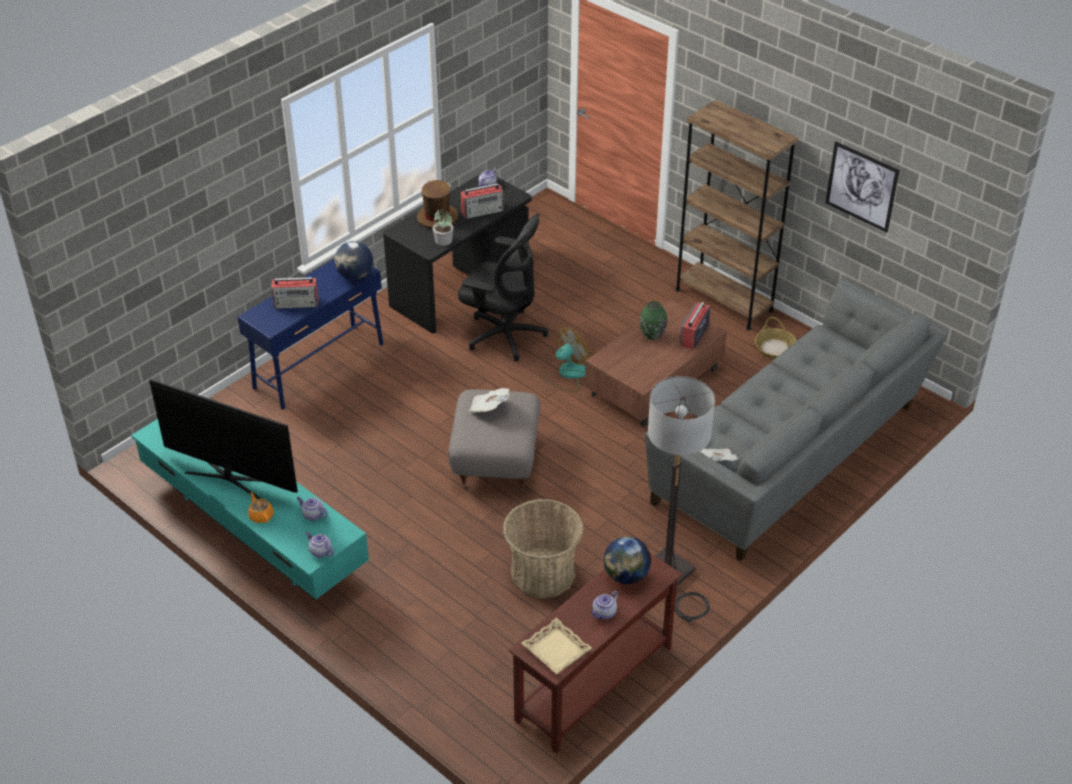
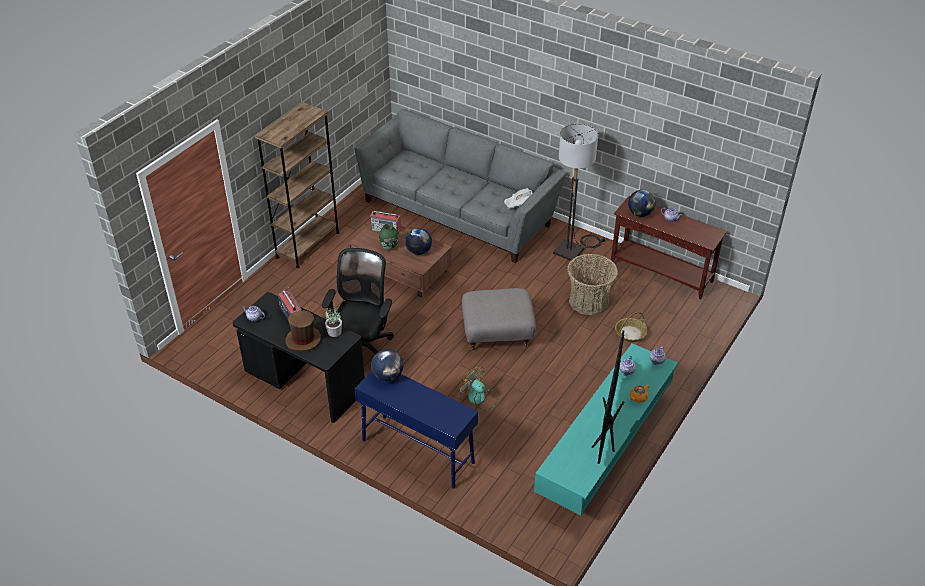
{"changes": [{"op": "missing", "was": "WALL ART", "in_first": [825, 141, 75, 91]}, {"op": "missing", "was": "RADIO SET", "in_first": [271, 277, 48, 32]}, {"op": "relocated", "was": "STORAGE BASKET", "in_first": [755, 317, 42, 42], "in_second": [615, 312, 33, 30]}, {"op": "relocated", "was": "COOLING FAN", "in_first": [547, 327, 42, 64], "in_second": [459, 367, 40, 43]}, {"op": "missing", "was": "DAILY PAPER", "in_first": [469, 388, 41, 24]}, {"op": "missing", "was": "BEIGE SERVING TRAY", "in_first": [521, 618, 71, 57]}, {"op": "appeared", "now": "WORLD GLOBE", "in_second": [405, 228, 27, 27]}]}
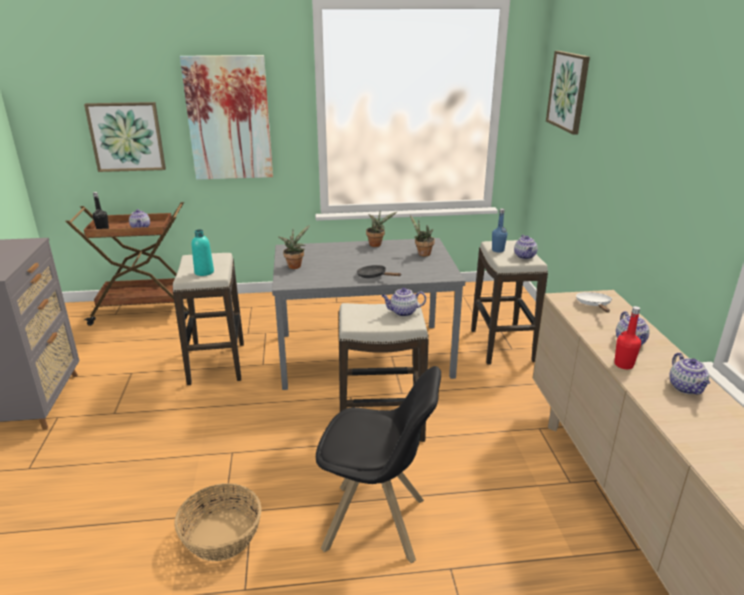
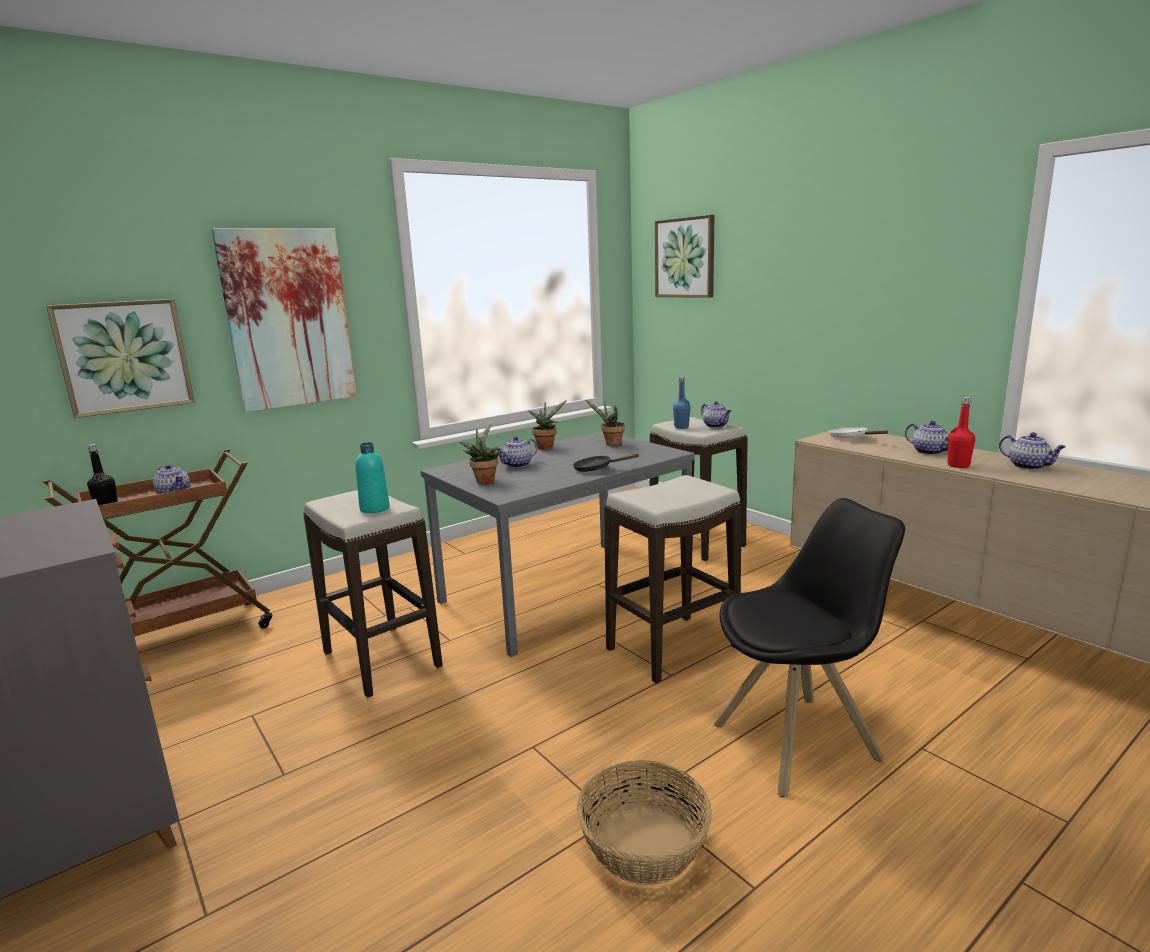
{"changes": [{"op": "relocated", "was": "TEAPOT", "in_first": [382, 288, 44, 29], "in_second": [497, 437, 41, 31]}]}
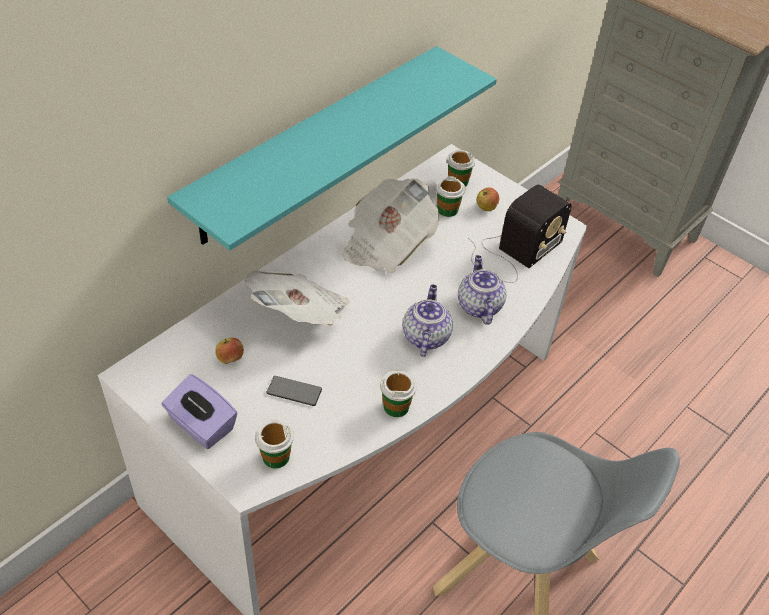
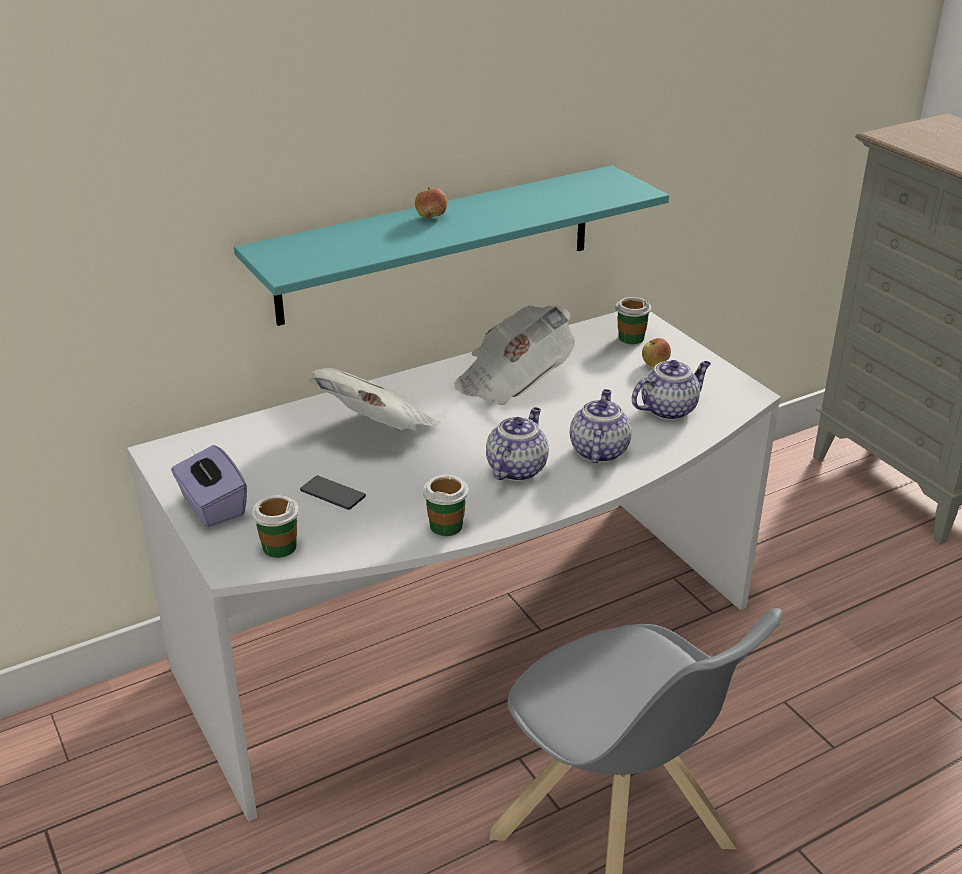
{"changes": [{"op": "missing", "was": "CUP", "in_first": [436, 176, 30, 41]}, {"op": "exchanged", "was": "RADIO SET", "now": "TEAPOT", "in_first": [468, 184, 103, 99], "in_second": [632, 360, 79, 60]}, {"op": "relocated", "was": "WHOLE APPLE", "in_first": [215, 338, 29, 26], "in_second": [415, 187, 32, 31]}]}
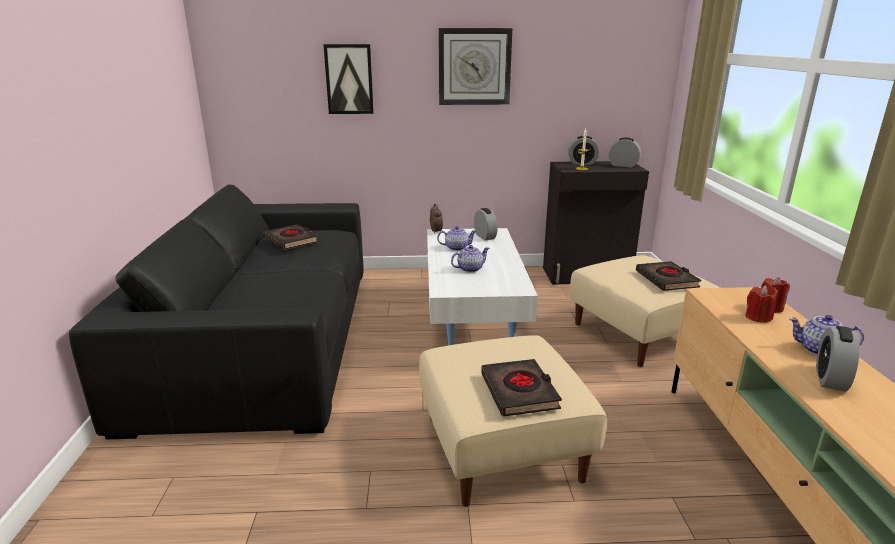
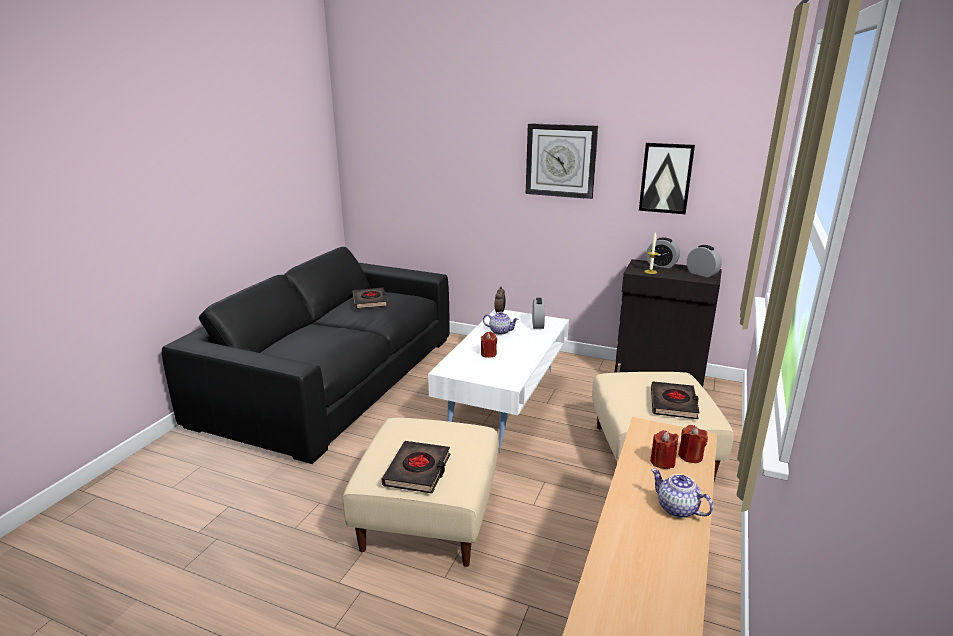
{"changes": [{"op": "relocated", "was": "WALL ART", "in_first": [323, 44, 51, 70], "in_second": [639, 143, 56, 71]}, {"op": "exchanged", "was": "TEAPOT", "now": "RED-COLOURED WAX CANDLE", "in_first": [451, 245, 38, 27], "in_second": [481, 332, 16, 26]}, {"op": "missing", "was": "ALARM CLOCK", "in_first": [816, 326, 44, 66]}]}
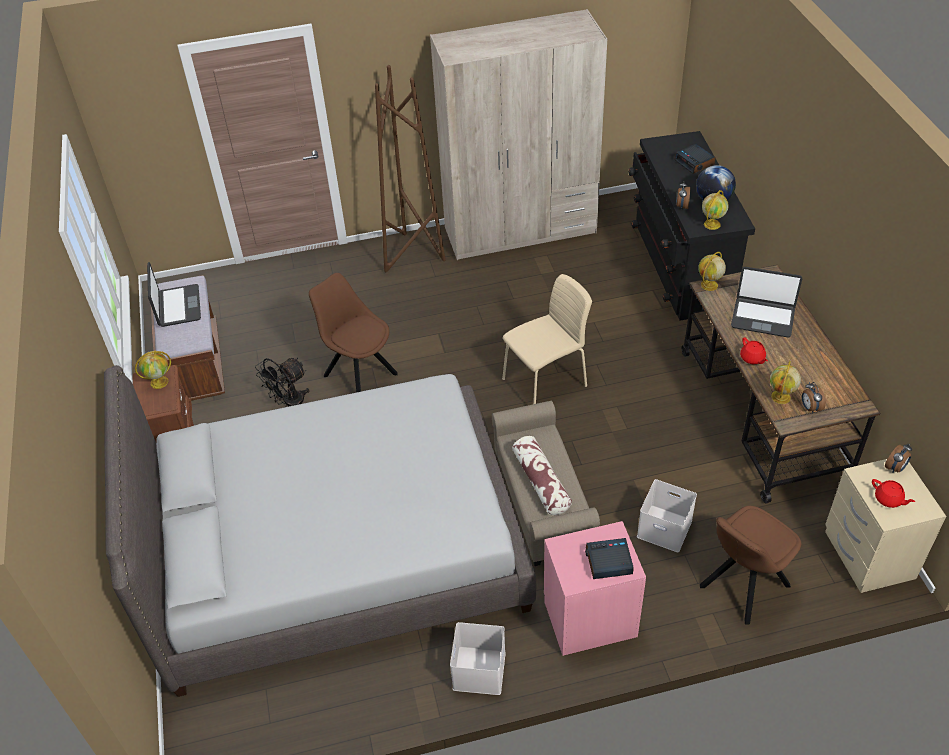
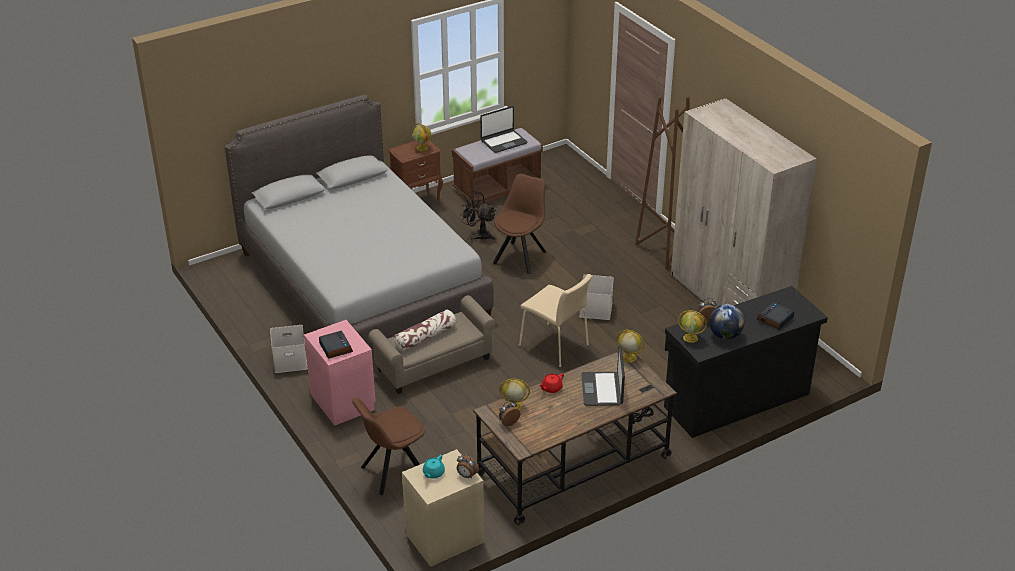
{"changes": [{"op": "relocated", "was": "WHITE-COLOURED STORAGE BIN", "in_first": [637, 479, 60, 73], "in_second": [579, 274, 35, 46]}, {"op": "colour", "was": "RED-COLOURED TEAPOT", "now": "TURQUOISE TEAPOT", "in_first": [872, 479, 43, 29], "in_second": [423, 455, 22, 24]}, {"op": "spun", "was": "BROWN CHAIR", "in_first": [700, 506, 101, 118], "in_second": [352, 398, 73, 97], "clockwise": -60}]}
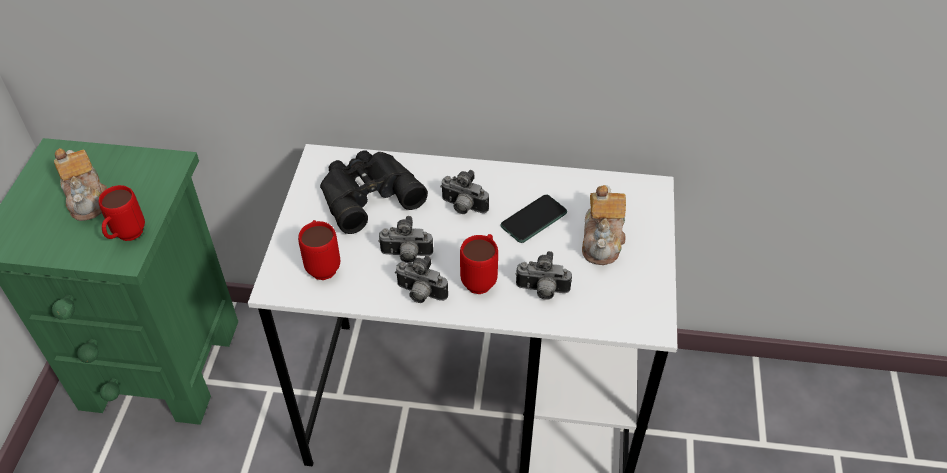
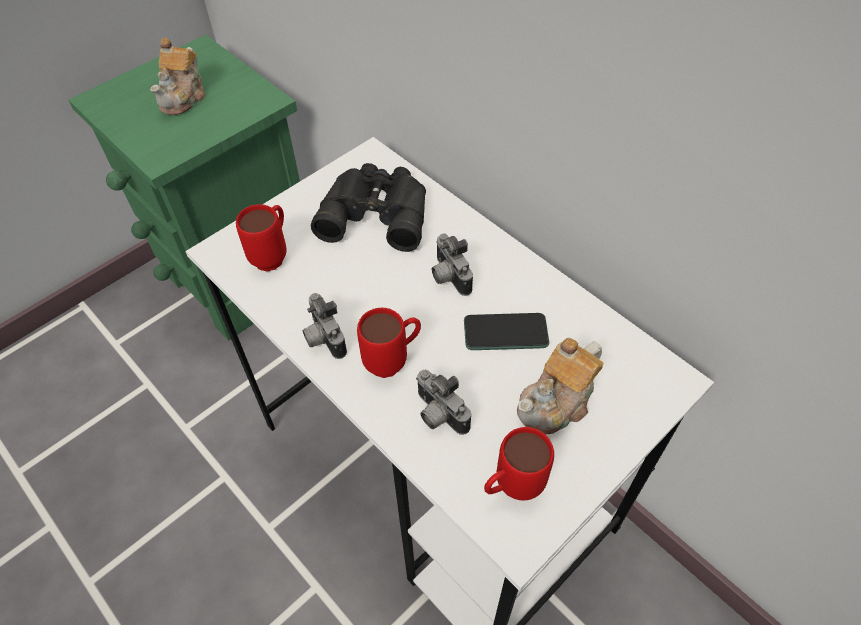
{"changes": [{"op": "relocated", "was": "RED-COLOURED COFFEE MUG", "in_first": [99, 185, 46, 56], "in_second": [484, 427, 70, 73]}, {"op": "missing", "was": "STILL CAMERA", "in_first": [378, 216, 55, 47]}]}
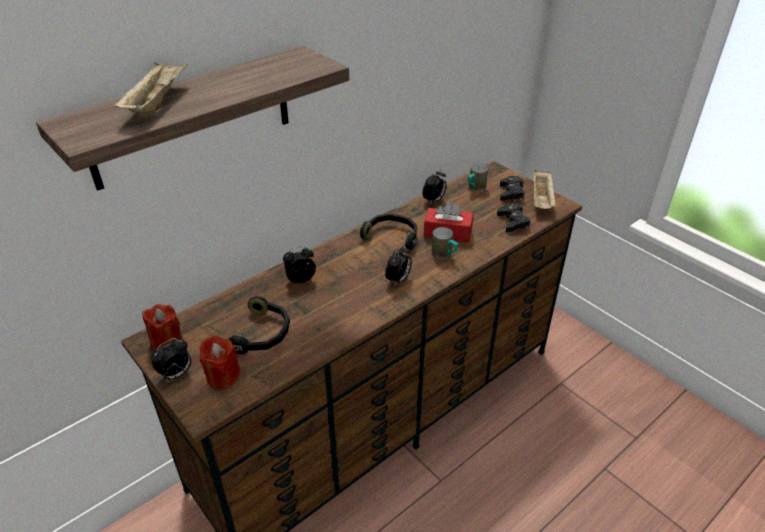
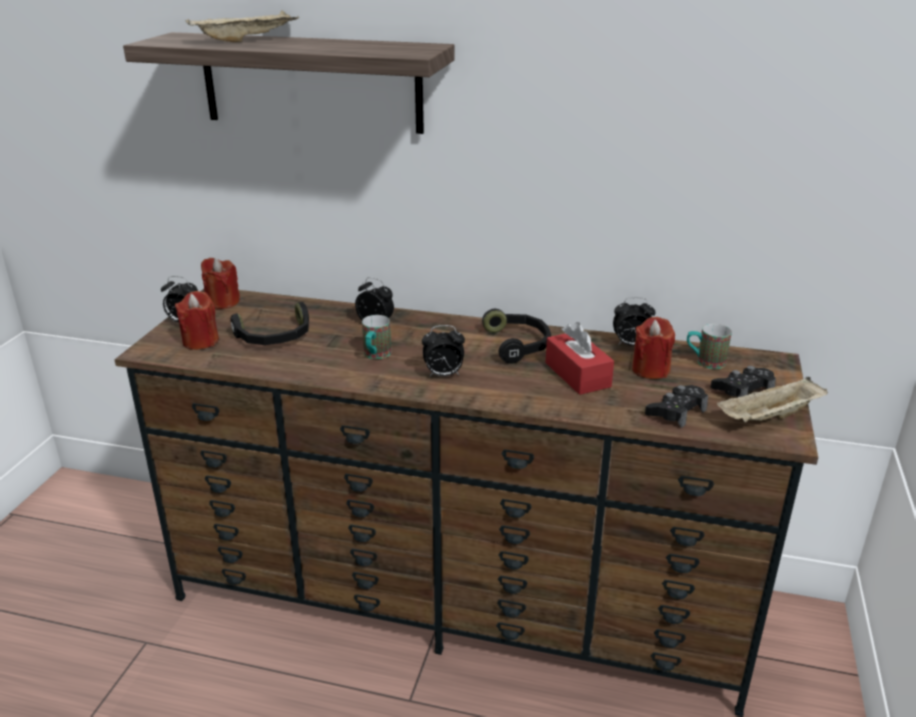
{"changes": [{"op": "relocated", "was": "COFFEE MUG", "in_first": [431, 227, 27, 33], "in_second": [362, 315, 29, 44]}, {"op": "appeared", "now": "RED-COLOURED WAX CANDLE", "in_second": [632, 317, 43, 62]}]}
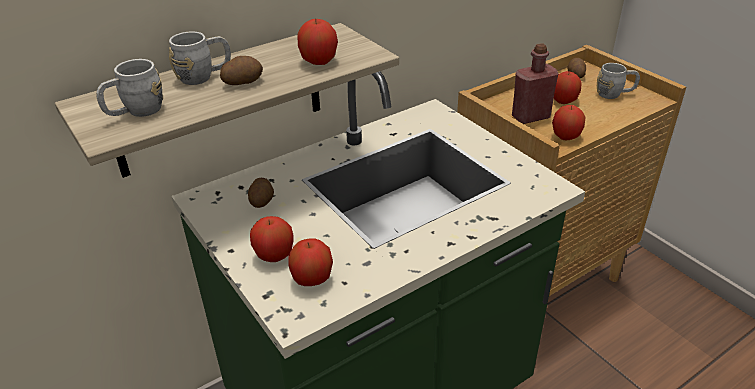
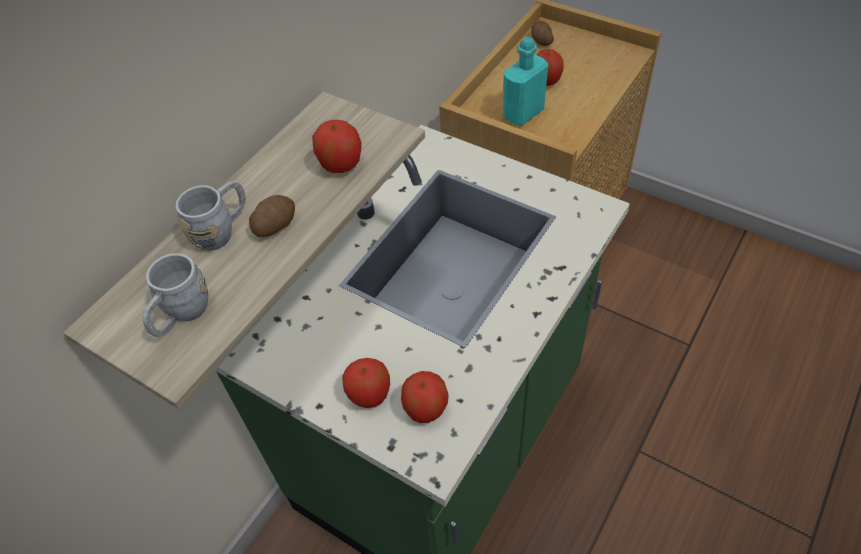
{"changes": [{"op": "colour", "was": "RED-COLOURED DRINK BOTTLE", "now": "TURQUOISE DRINK BOTTLE", "in_first": [512, 43, 47, 81], "in_second": [503, 37, 45, 89]}, {"op": "missing", "was": "GREYISH COFFEE MUG", "in_first": [597, 63, 43, 36]}, {"op": "missing", "was": "WHOLE APPLE", "in_first": [552, 105, 34, 36]}, {"op": "missing", "was": "SPUD", "in_first": [248, 178, 26, 30]}]}
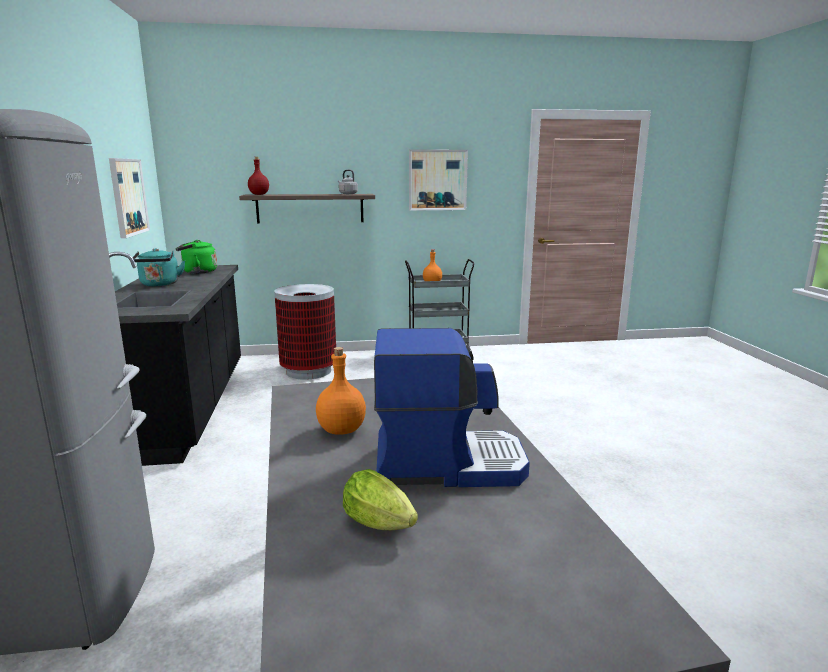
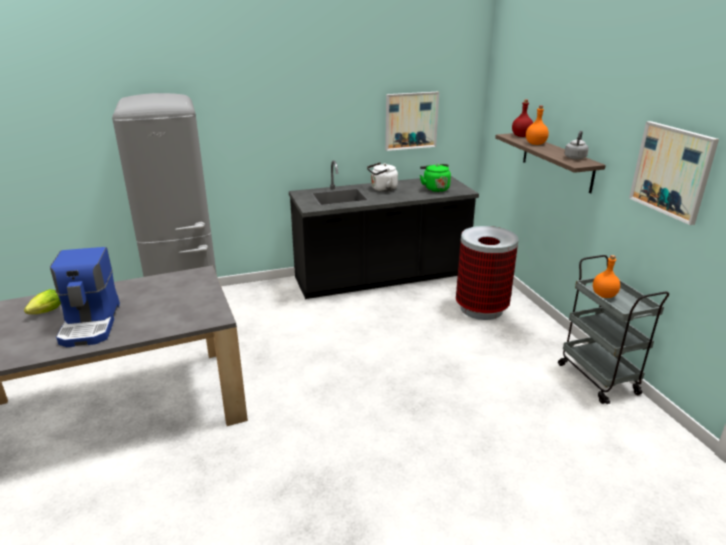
{"changes": [{"op": "colour", "was": "TURQUOISE WATER KETTLE", "now": "WHITE-COLOURED WATER KETTLE", "in_first": [132, 248, 53, 38], "in_second": [367, 162, 31, 30]}, {"op": "relocated", "was": "ORANGEY DRINK BOTTLE", "in_first": [316, 347, 50, 88], "in_second": [526, 106, 23, 39]}]}
